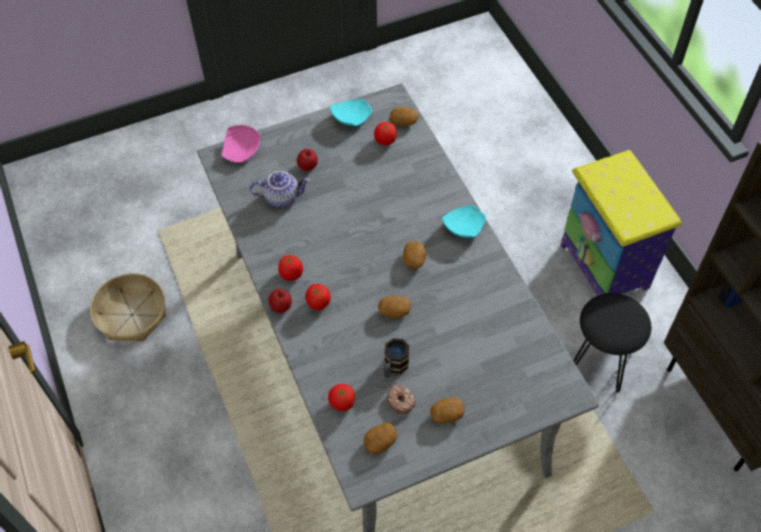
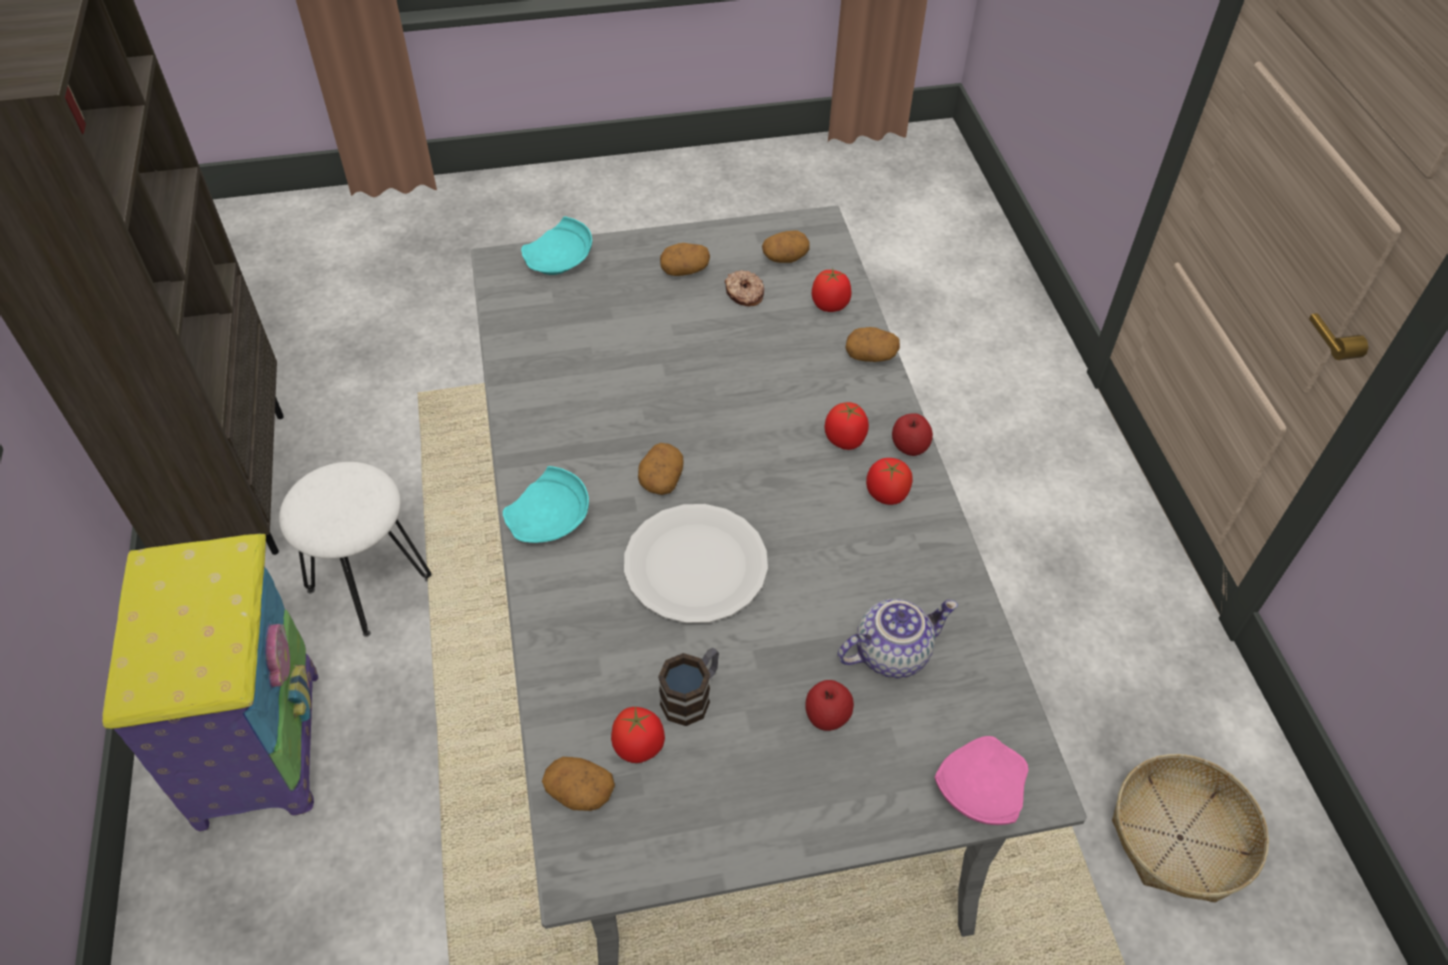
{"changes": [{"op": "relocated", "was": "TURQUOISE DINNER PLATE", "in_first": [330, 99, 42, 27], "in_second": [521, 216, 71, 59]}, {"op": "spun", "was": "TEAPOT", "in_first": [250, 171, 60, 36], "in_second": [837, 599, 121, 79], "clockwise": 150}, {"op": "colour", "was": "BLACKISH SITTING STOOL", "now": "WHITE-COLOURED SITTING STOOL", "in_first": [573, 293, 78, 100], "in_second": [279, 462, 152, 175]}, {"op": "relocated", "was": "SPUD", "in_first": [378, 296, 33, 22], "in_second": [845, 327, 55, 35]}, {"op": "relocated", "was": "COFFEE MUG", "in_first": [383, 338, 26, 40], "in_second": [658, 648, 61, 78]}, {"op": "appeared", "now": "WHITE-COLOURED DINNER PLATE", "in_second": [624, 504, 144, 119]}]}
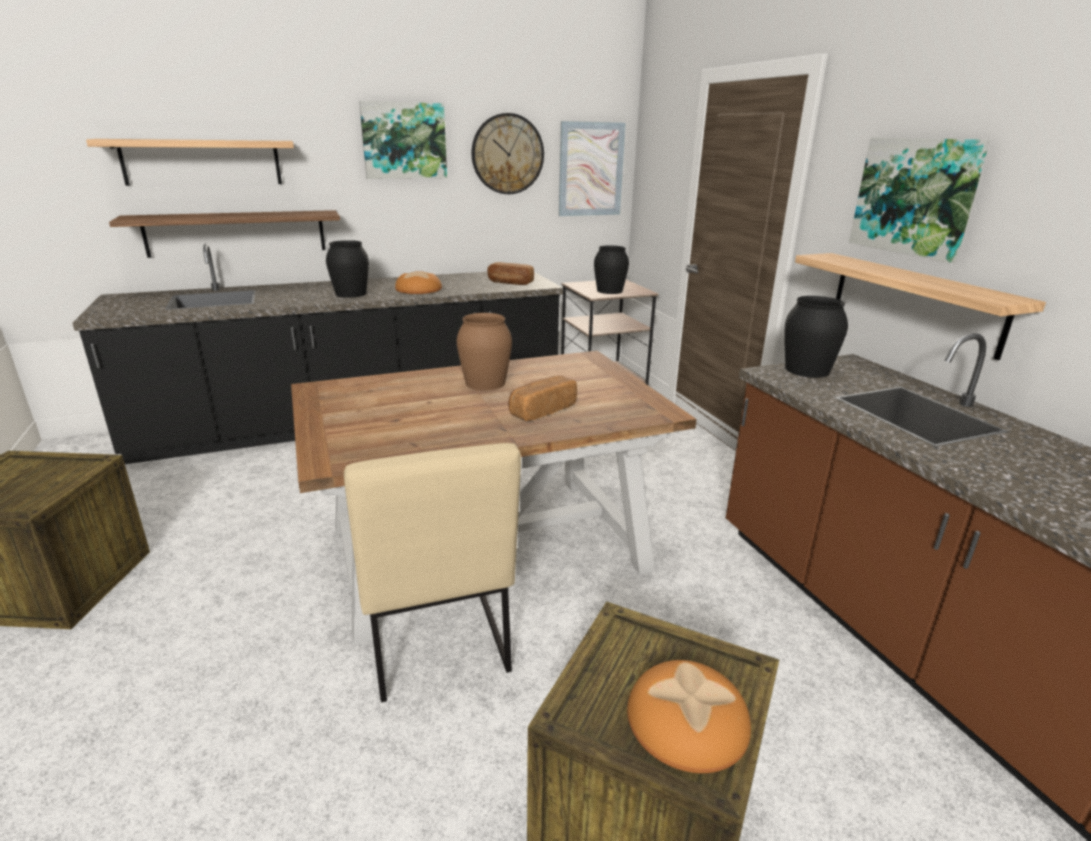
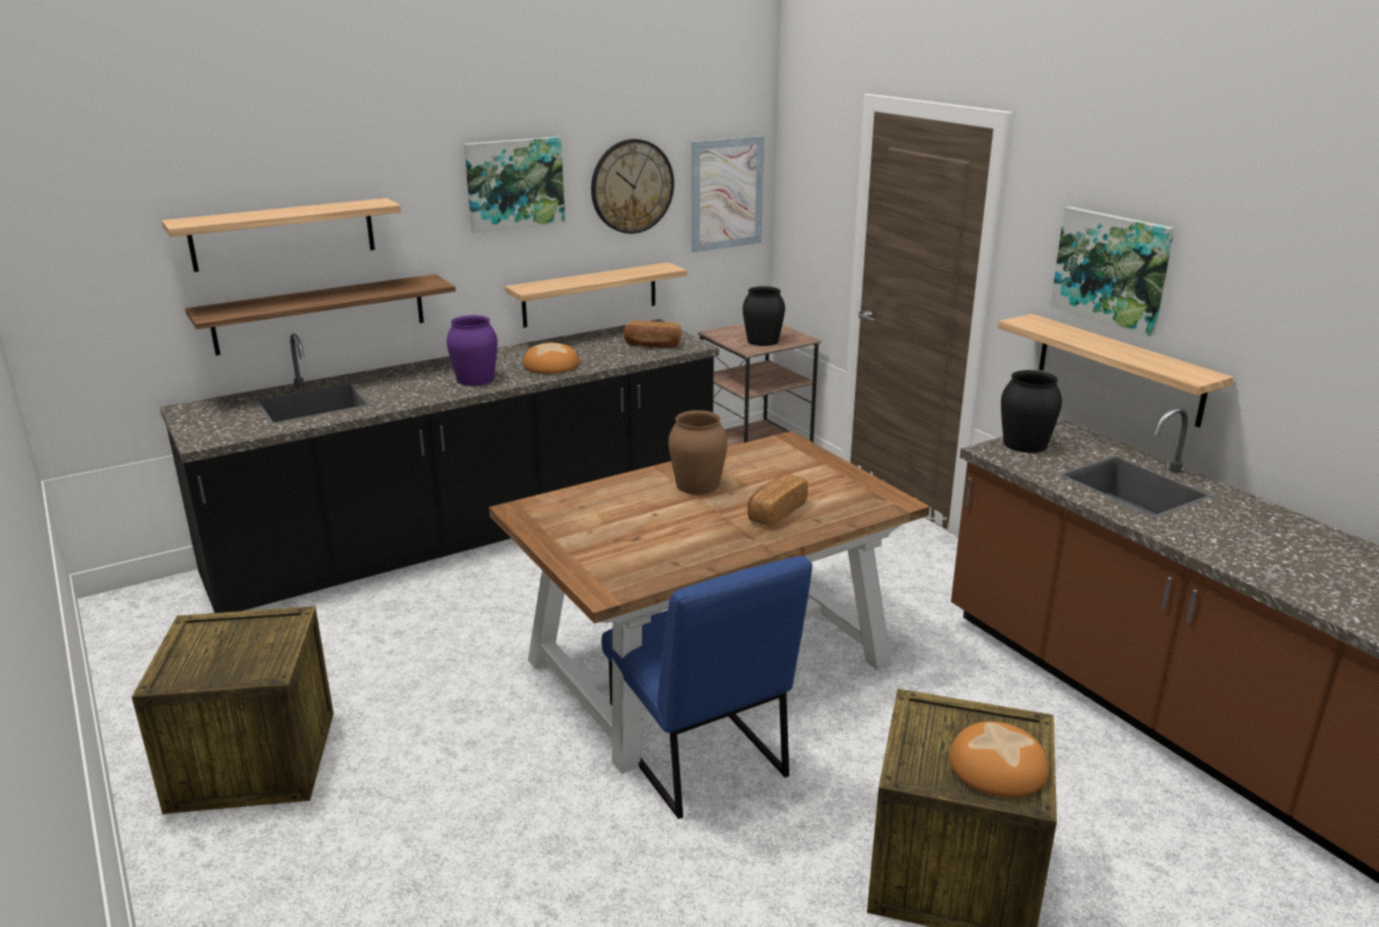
{"changes": [{"op": "colour", "was": "BLACKISH DECORATIVE VASE", "now": "PURPLISH DECORATIVE VASE", "in_first": [326, 240, 43, 58], "in_second": [447, 315, 51, 71]}, {"op": "colour", "was": "BEIGE CHAIR", "now": "BLUISH CHAIR", "in_first": [344, 443, 177, 260], "in_second": [601, 556, 211, 263]}, {"op": "appeared", "now": "BRACKET SHELF", "in_second": [505, 262, 182, 66]}]}
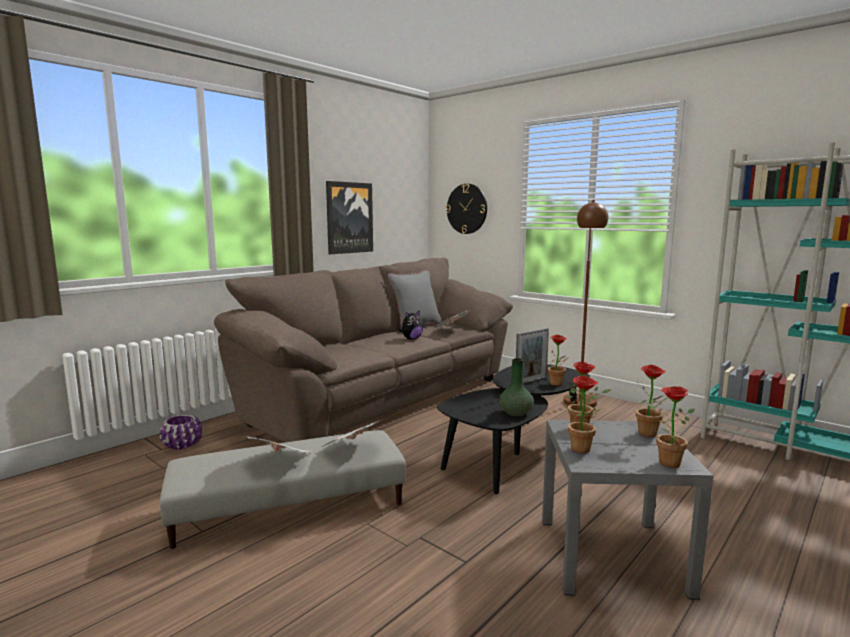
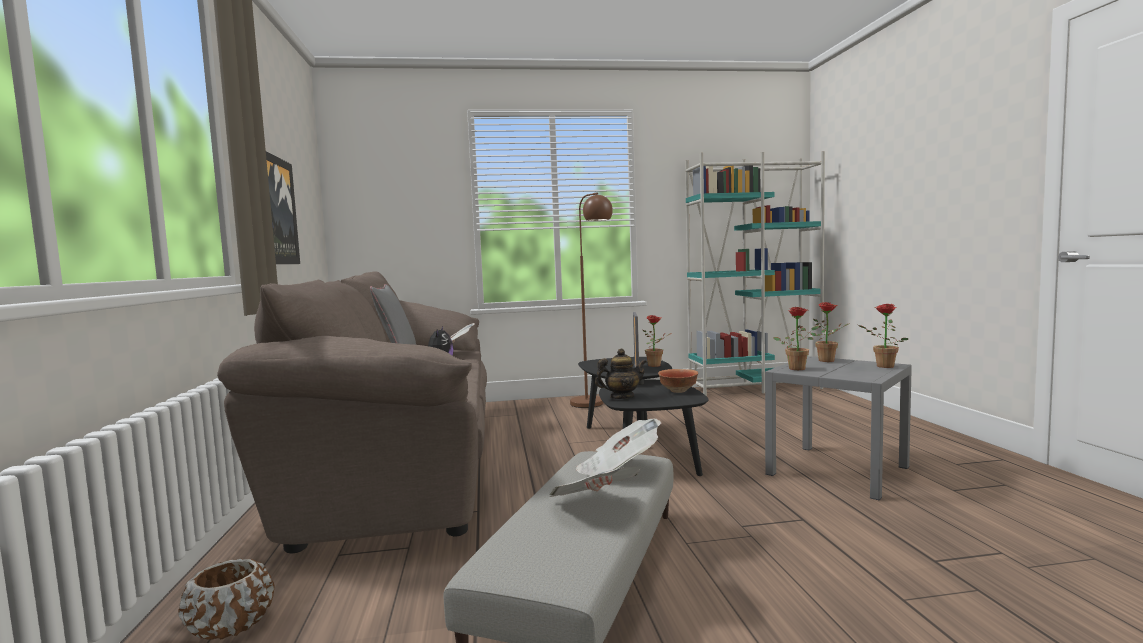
{"changes": [{"op": "missing", "was": "HANGING CLOCK", "in_first": [446, 184, 41, 50]}, {"op": "exchanged", "was": "GREEN-COLOURED DECORATIVE VASE", "now": "BOWL", "in_first": [499, 358, 35, 58], "in_second": [658, 369, 40, 24]}, {"op": "missing", "was": "PLANT IN A POT", "in_first": [568, 375, 34, 78]}, {"op": "colour", "was": "PURPLISH PLANTER", "now": "BROWN PLANTER", "in_first": [160, 415, 42, 35], "in_second": [178, 559, 96, 81]}, {"op": "appeared", "now": "TEAPOT", "in_second": [595, 348, 52, 51]}]}
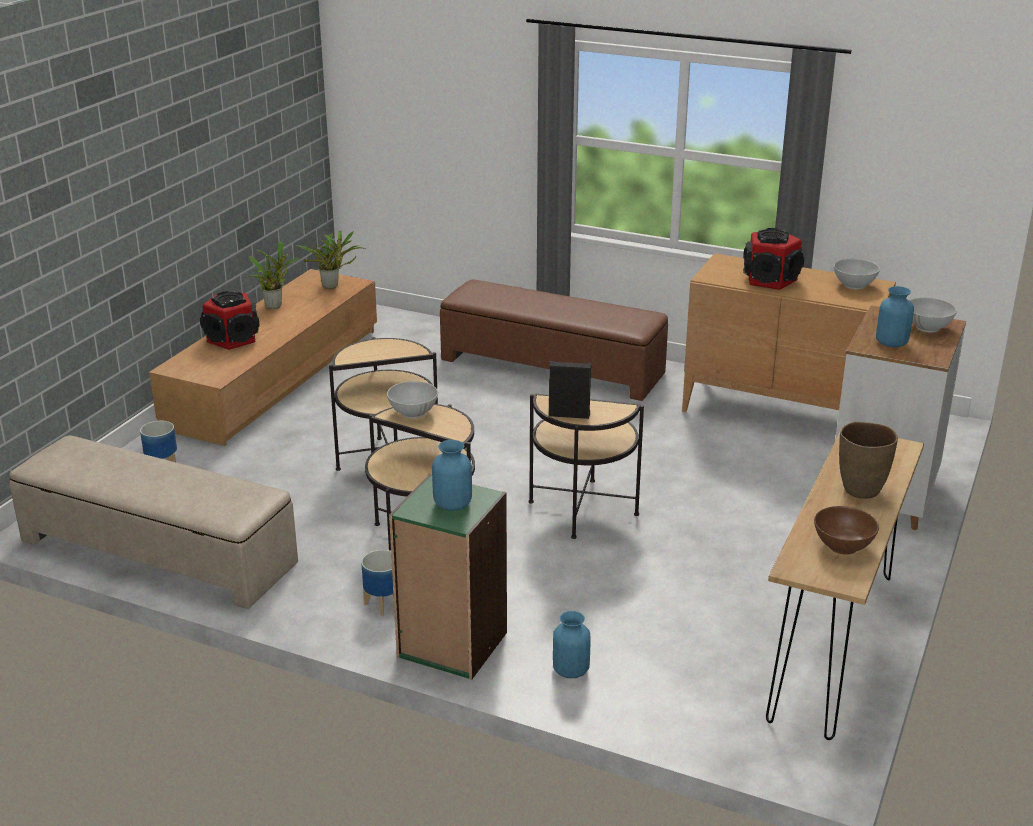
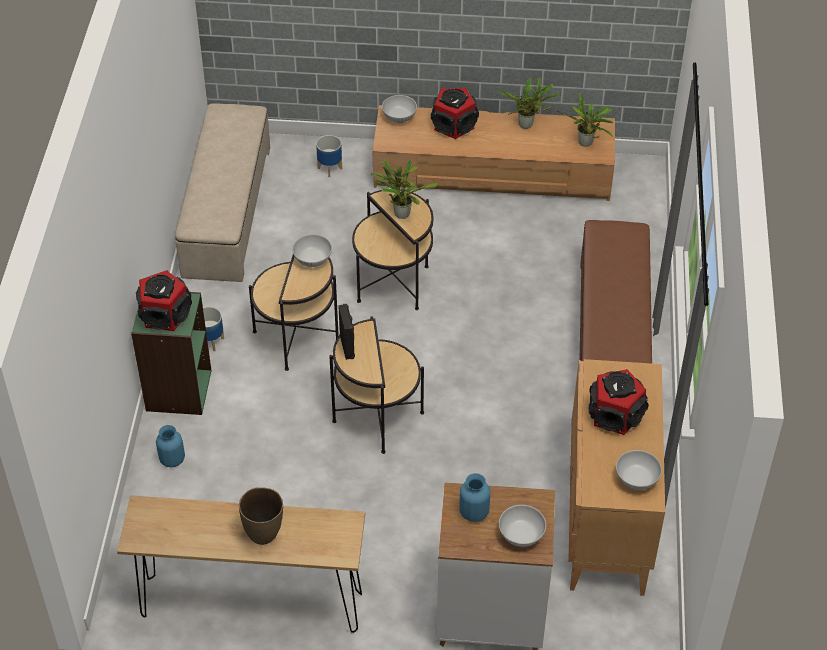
{"changes": [{"op": "exchanged", "was": "BLUISH DECORATIVE VASE", "now": "SPEAKER", "in_first": [432, 440, 40, 71], "in_second": [136, 270, 56, 61]}, {"op": "missing", "was": "BROWN BOWL", "in_first": [814, 506, 65, 49]}, {"op": "appeared", "now": "WHITE-COLOURED BOWL", "in_second": [382, 95, 35, 28]}, {"op": "appeared", "now": "PLANT IN A POT", "in_second": [370, 160, 68, 59]}]}
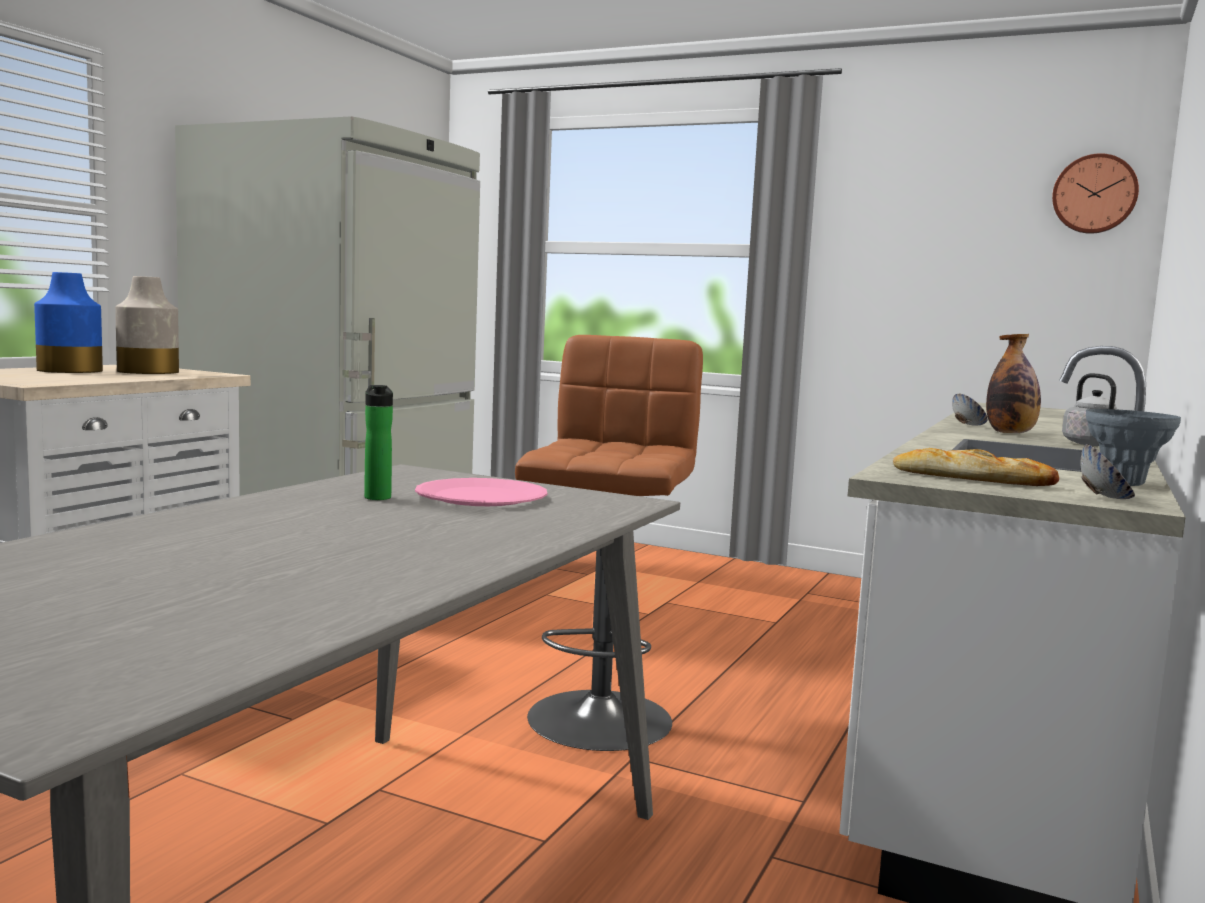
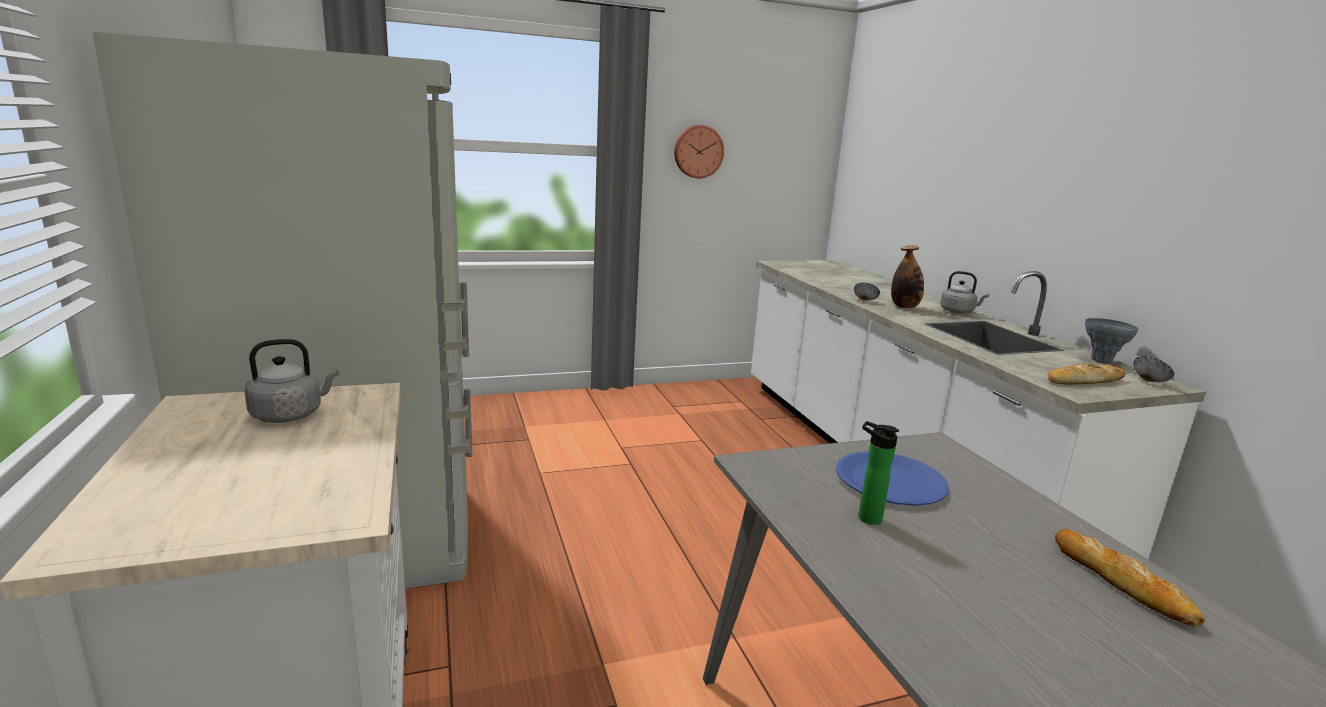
{"changes": [{"op": "relocated", "was": "HANGING CLOCK", "in_first": [1052, 153, 87, 81], "in_second": [674, 125, 50, 53]}, {"op": "missing", "was": "BLUISH DECORATIVE VASE", "in_first": [34, 272, 69, 101]}, {"op": "exchanged", "was": "BEIGE DECORATIVE VASE", "now": "GREYISH WATER KETTLE", "in_first": [115, 276, 64, 98], "in_second": [244, 339, 95, 84]}, {"op": "missing", "was": "BROWN SITTING STOOL", "in_first": [515, 335, 188, 416]}, {"op": "colour", "was": "PINKISH DINNER PLATE", "now": "BLUISH DINNER PLATE", "in_first": [415, 478, 132, 28], "in_second": [836, 451, 113, 55]}, {"op": "appeared", "now": "BAKED BREAD", "in_second": [1055, 529, 150, 98]}]}
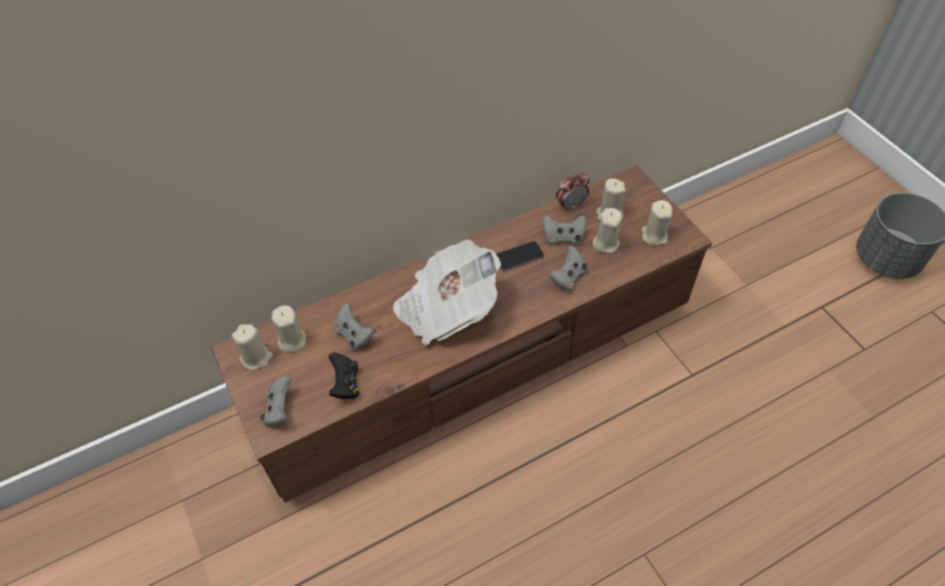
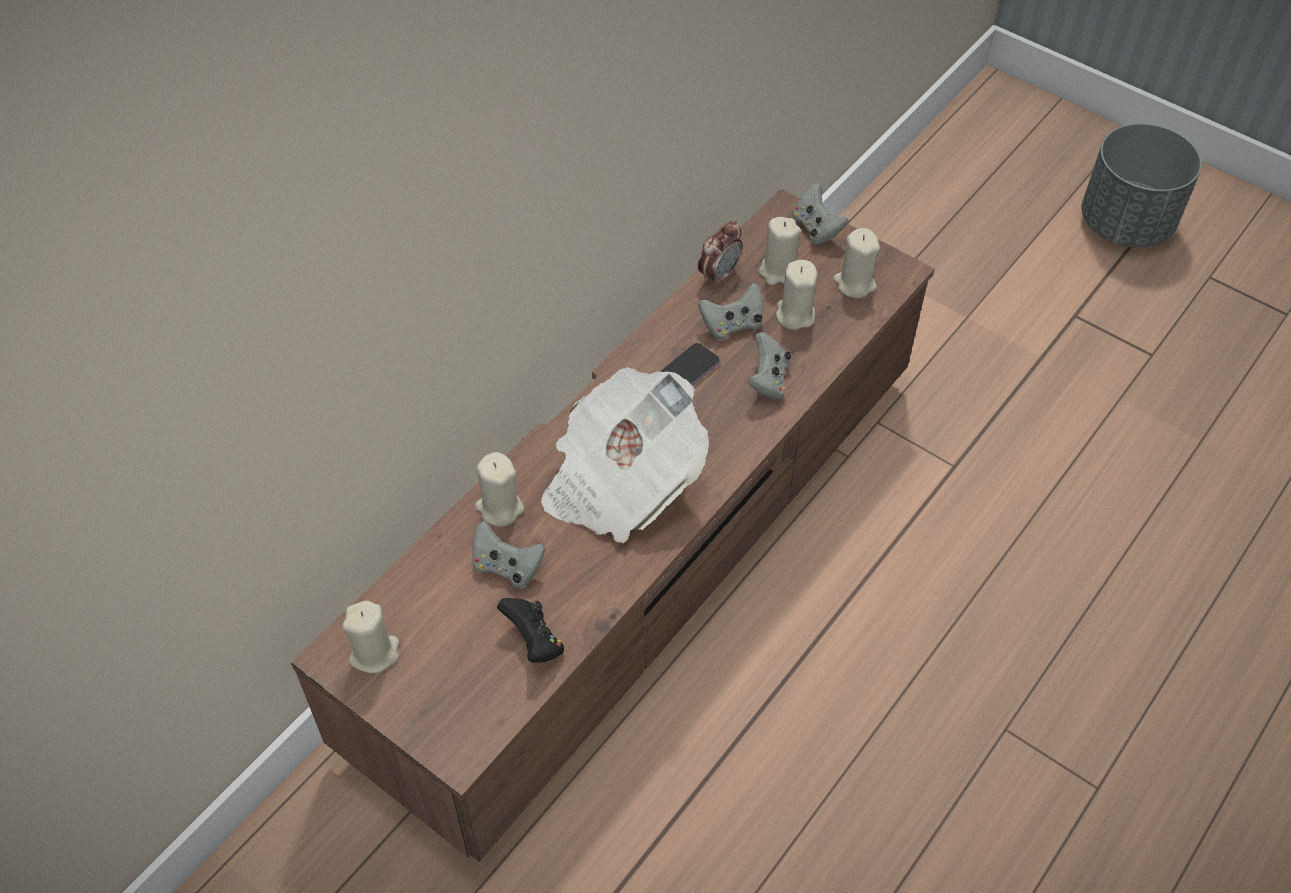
{"changes": [{"op": "relocated", "was": "BEIGE WAX CANDLE", "in_first": [272, 306, 34, 47], "in_second": [475, 452, 49, 74]}, {"op": "relocated", "was": "GREYISH JOYPAD", "in_first": [260, 376, 32, 50], "in_second": [792, 182, 56, 63]}]}
